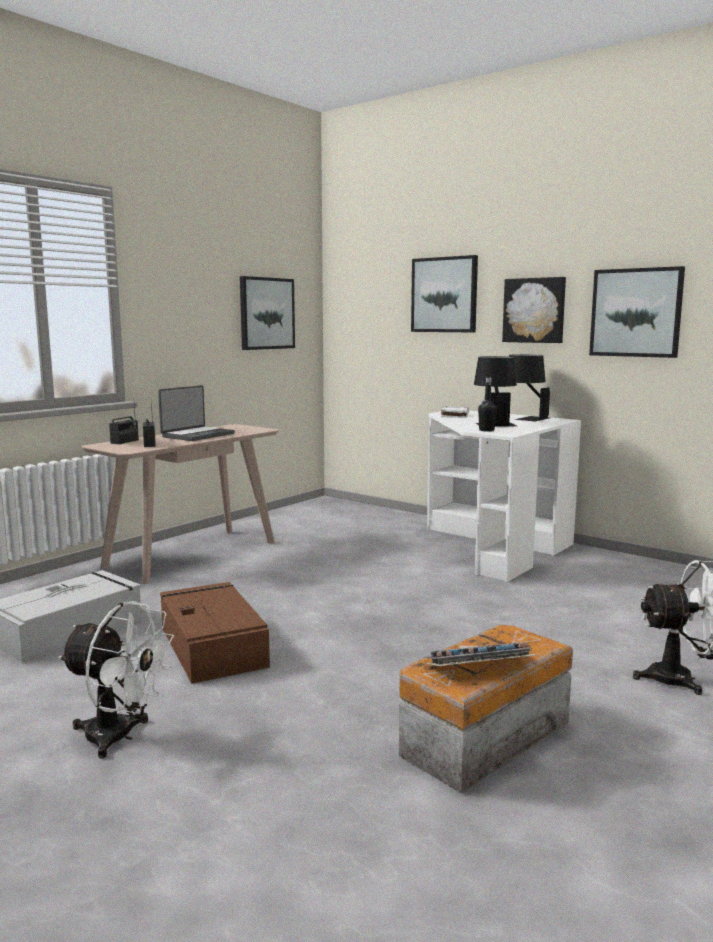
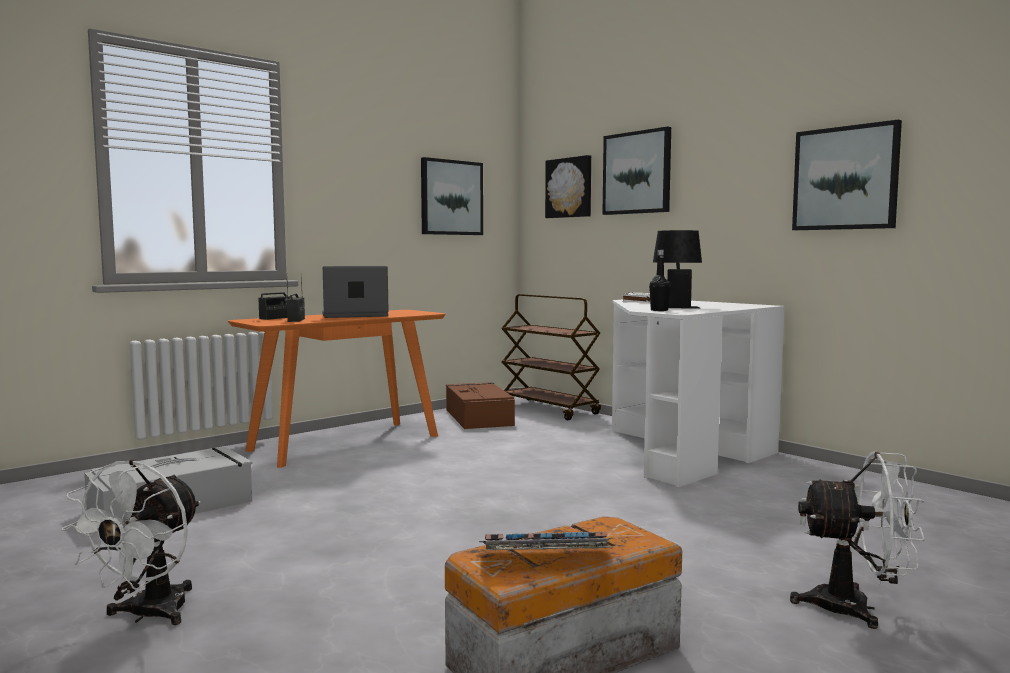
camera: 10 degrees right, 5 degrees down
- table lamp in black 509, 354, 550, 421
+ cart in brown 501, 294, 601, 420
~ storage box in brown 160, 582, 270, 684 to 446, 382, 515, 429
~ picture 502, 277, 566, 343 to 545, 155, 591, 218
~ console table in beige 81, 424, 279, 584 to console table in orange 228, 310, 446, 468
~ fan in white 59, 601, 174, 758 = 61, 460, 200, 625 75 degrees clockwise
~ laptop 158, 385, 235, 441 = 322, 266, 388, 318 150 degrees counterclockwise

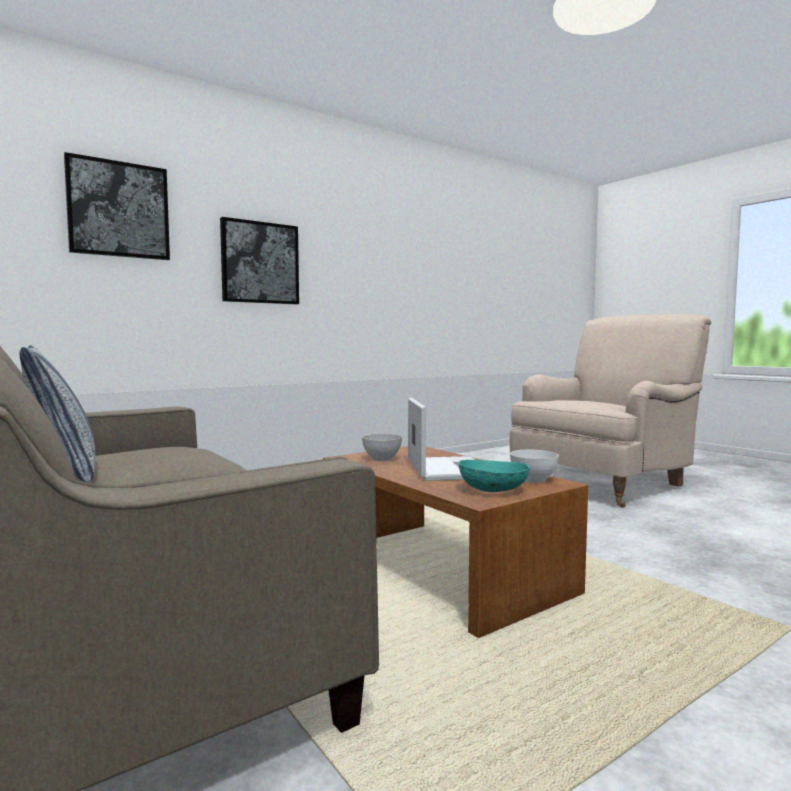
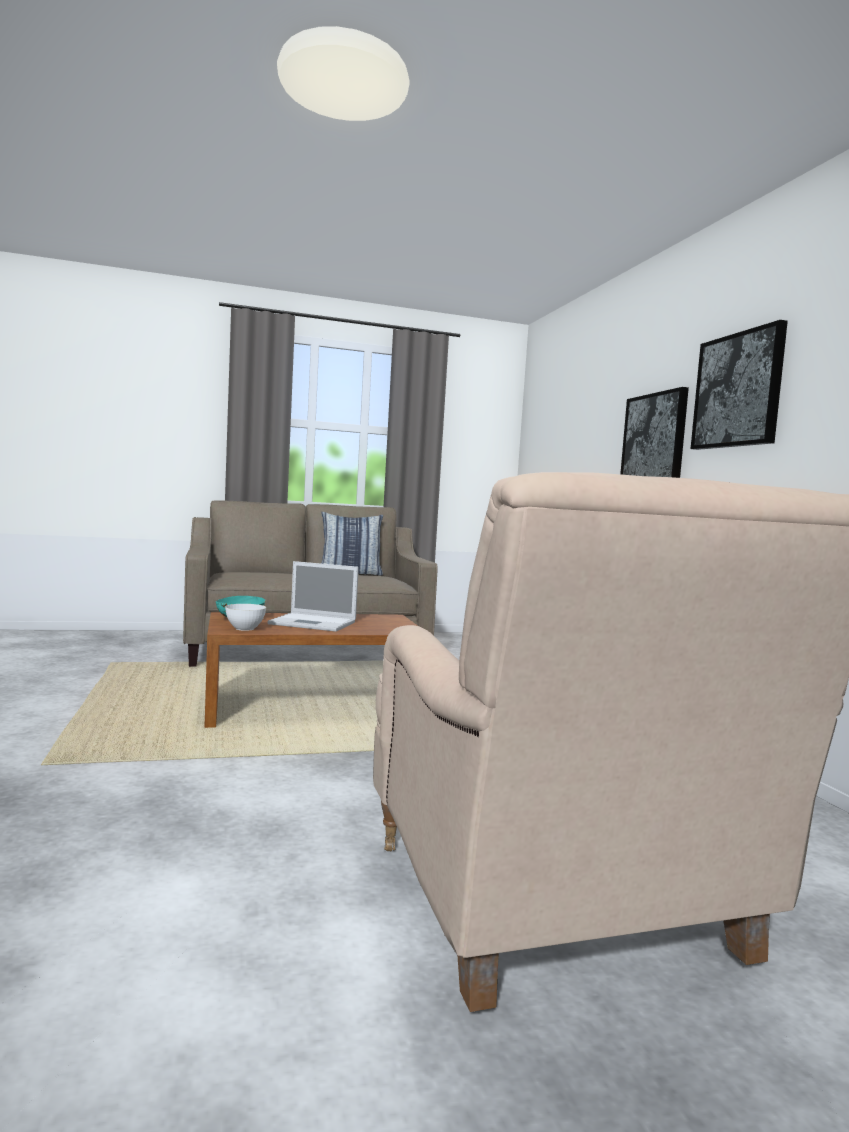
camera: 110 degrees right, 0 degrees up
- bowl in grey 362, 434, 402, 461
~ picture 64, 152, 170, 260 to 691, 320, 788, 450

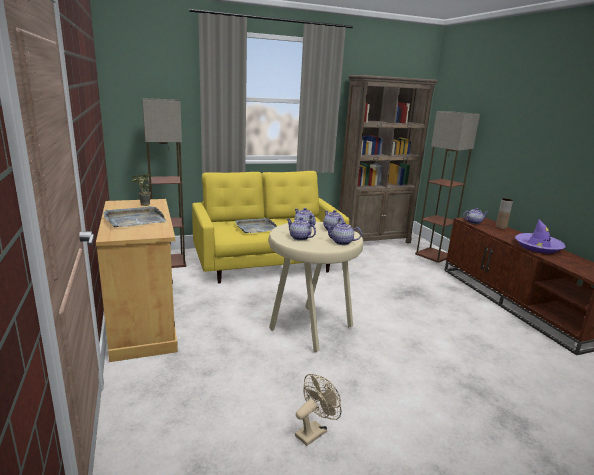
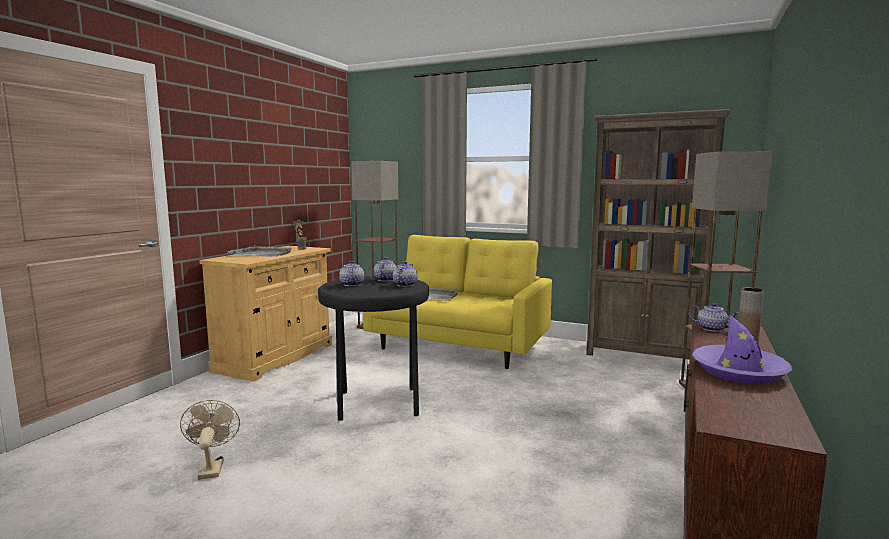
camera: 45 degrees right, 10 degrees down
- teapot 325, 221, 362, 245
~ stool in beige 269, 222, 363, 352 to stool in black 318, 276, 429, 421
~ fan in beige 295, 374, 341, 446 = 180, 400, 240, 480 105 degrees counterclockwise

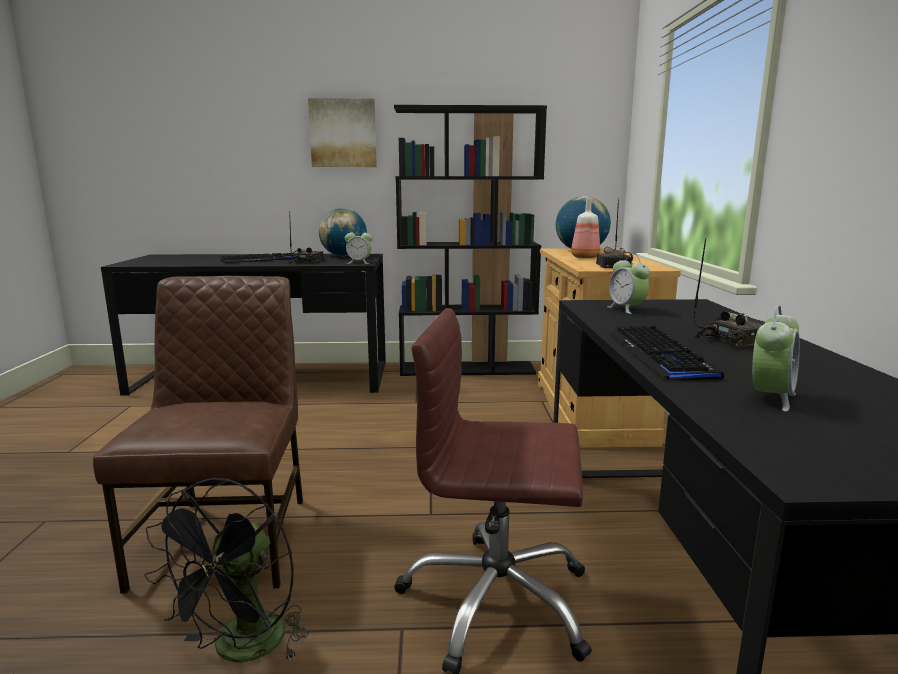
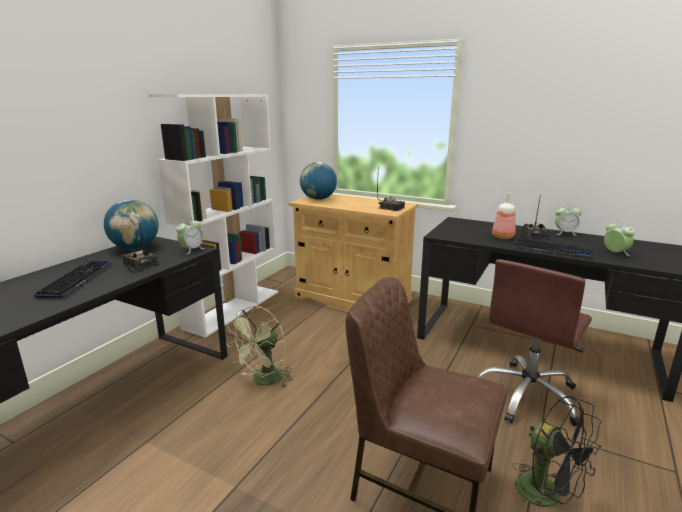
camera: 60 degrees left, 5 degrees up
- picture 308, 98, 377, 167
+ fan in green 226, 306, 293, 388
~ bottle 571, 198, 600, 258 to 492, 192, 516, 239
~ alarm clock 607, 254, 650, 314 to 555, 204, 582, 236
~ bookcase in black 394, 105, 547, 376 to bookcase in white 149, 94, 278, 338

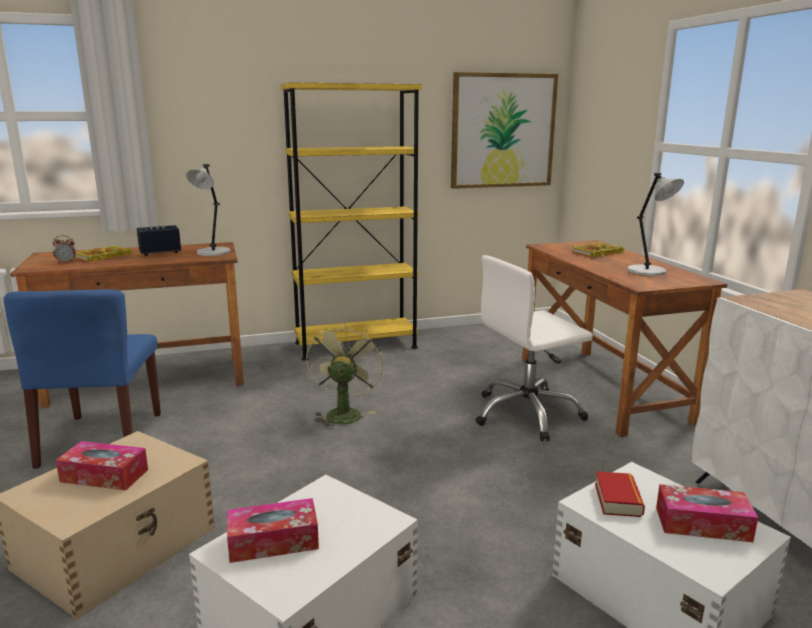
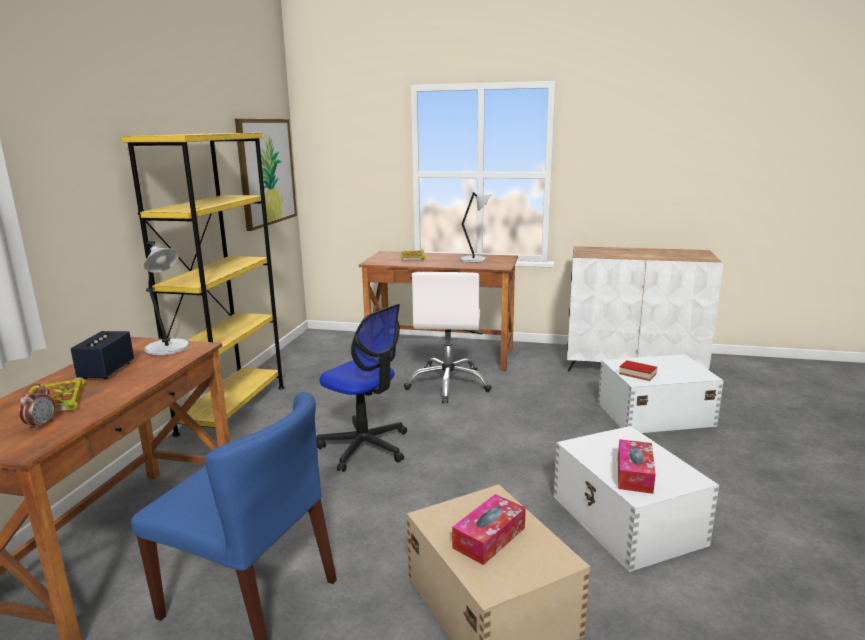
camera: 60 degrees left, 0 degrees up
- tissue box 656, 484, 758, 542
~ fan in green 306, 323, 383, 429 to office chair 316, 304, 407, 472

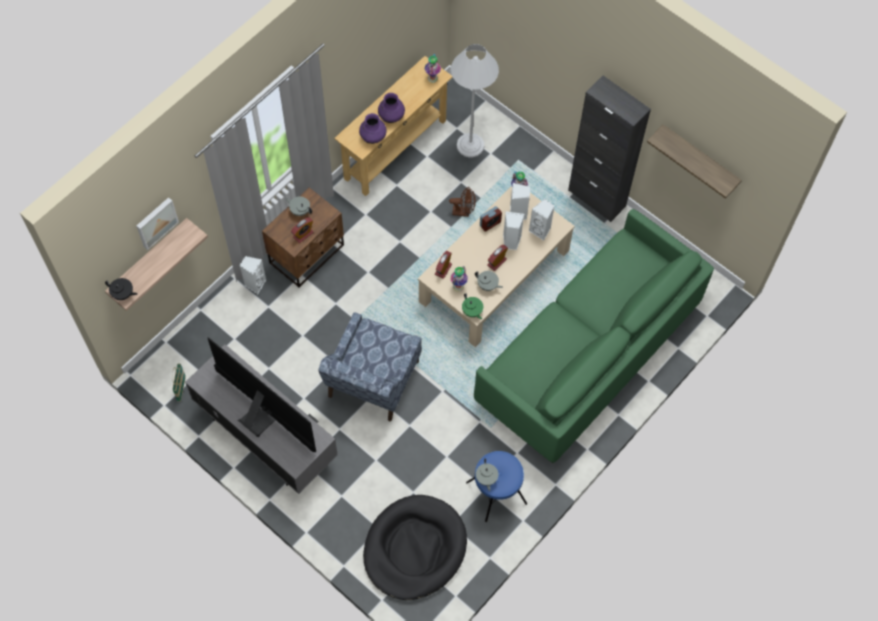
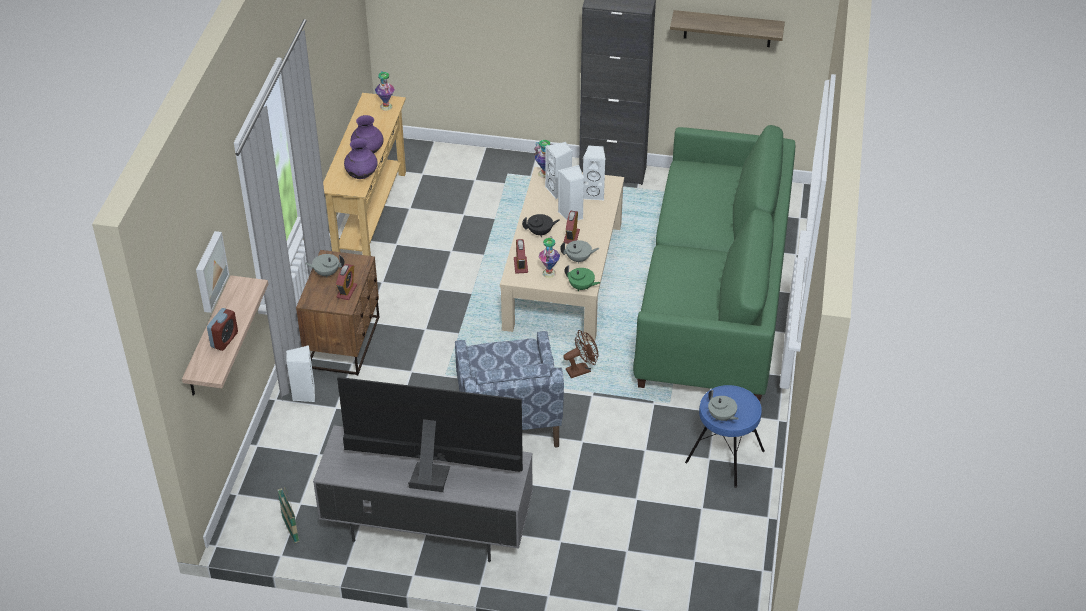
camera: 30 degrees left, 20 degrees down
- dog bed in black 363, 495, 467, 600
- floor lamp in white 451, 44, 499, 157
~ teapot in black 105, 278, 138, 300 to 522, 214, 559, 237
~ fan in brown 449, 187, 476, 217 to 563, 330, 599, 378
~ alarm clock 480, 206, 502, 232 to 207, 308, 238, 351

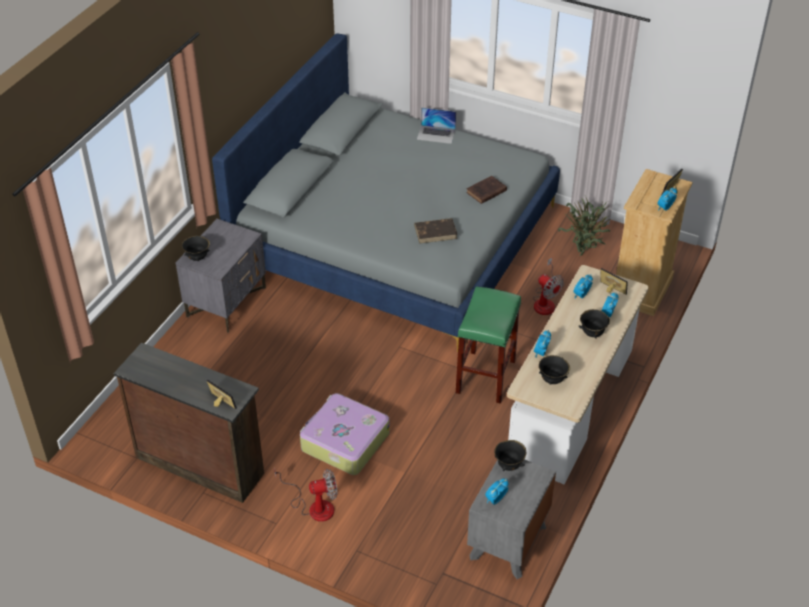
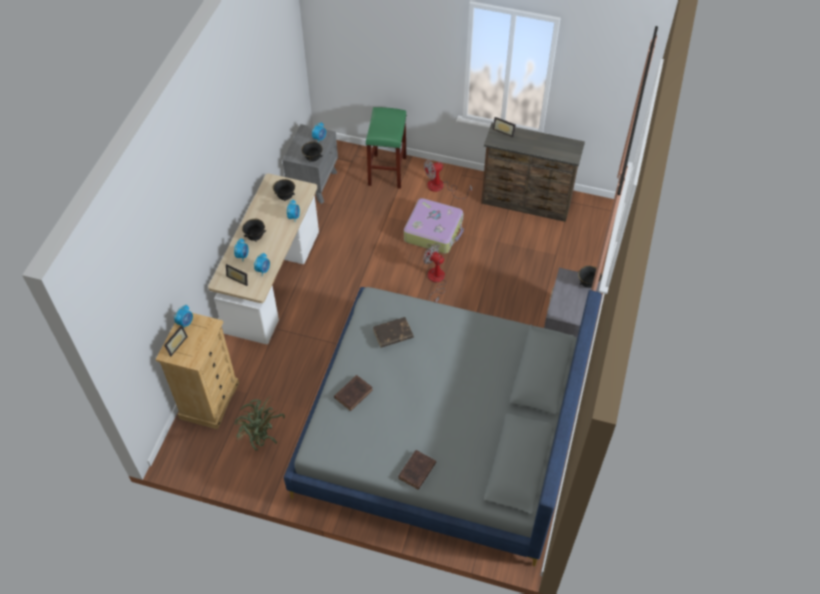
camera: 170 degrees right, 10 degrees up
~ stool in green 456, 286, 521, 404 to 366, 107, 407, 189
~ fan 533, 258, 564, 315 to 423, 245, 446, 303
~ laptop 417, 107, 456, 144 to book in brown 398, 450, 436, 490

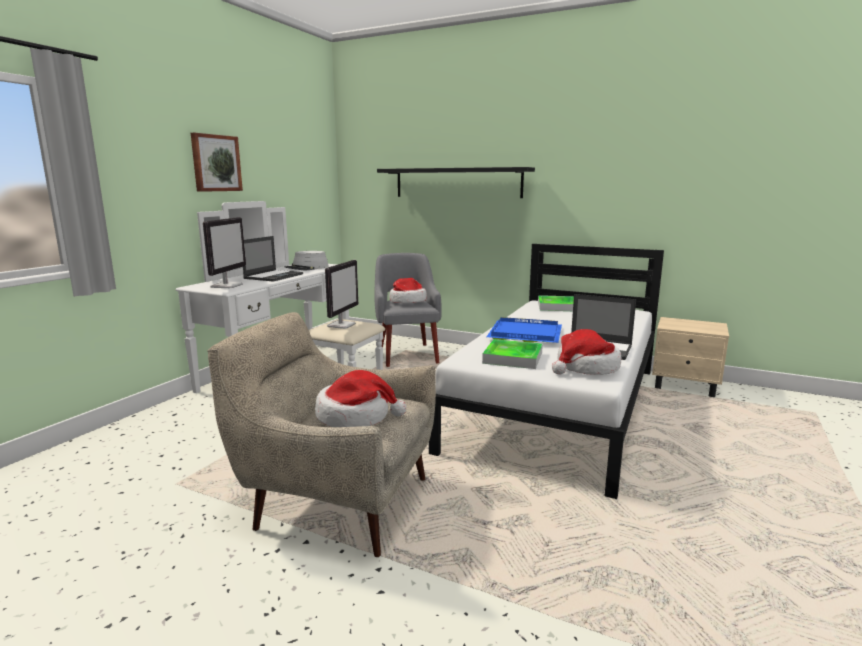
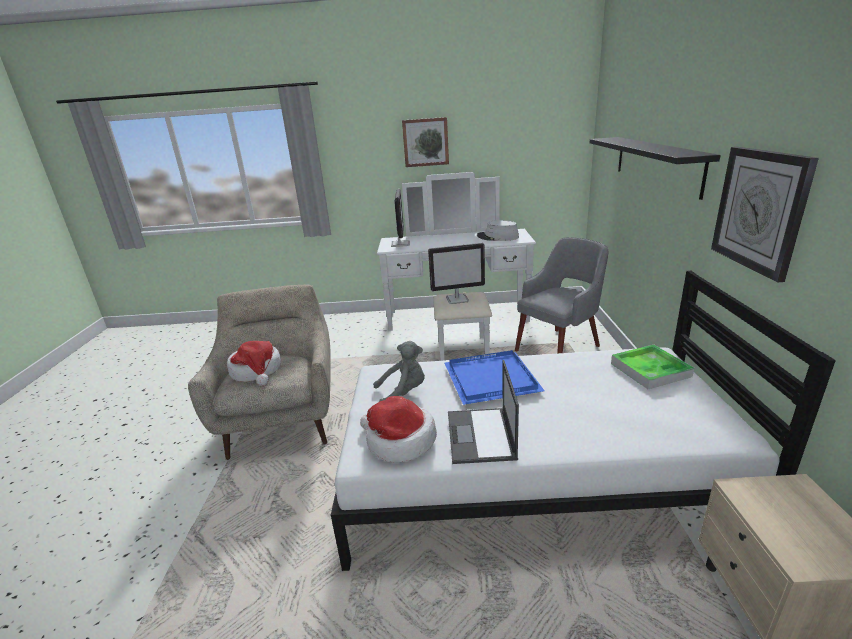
camera: 65 degrees right, 10 degrees up
- laptop 243, 236, 303, 282
- hat 389, 278, 427, 303
+ wall clock 711, 147, 819, 282
~ tray 482, 339, 543, 369 to plush toy in grey 373, 341, 425, 402
~ monitor 203, 217, 246, 288 = 391, 189, 409, 247 75 degrees counterclockwise

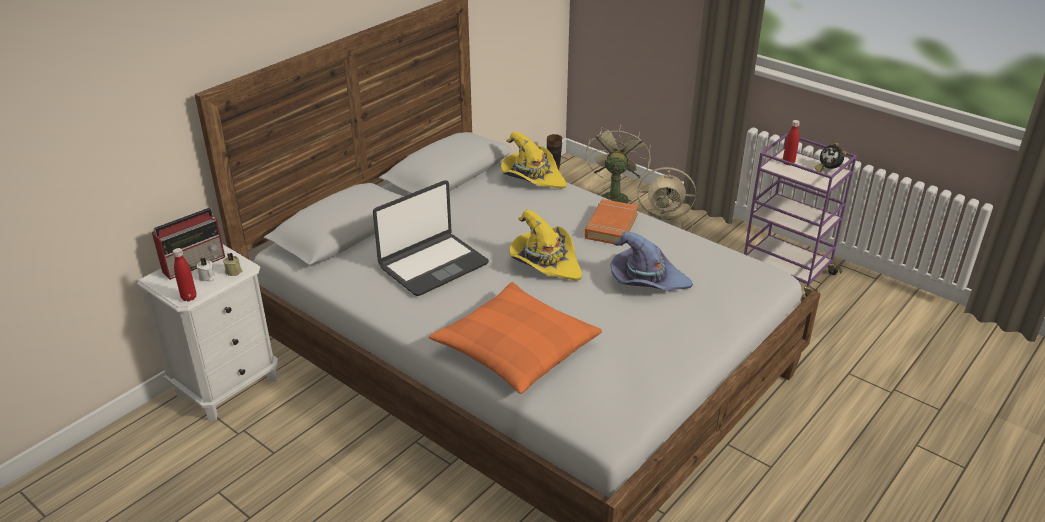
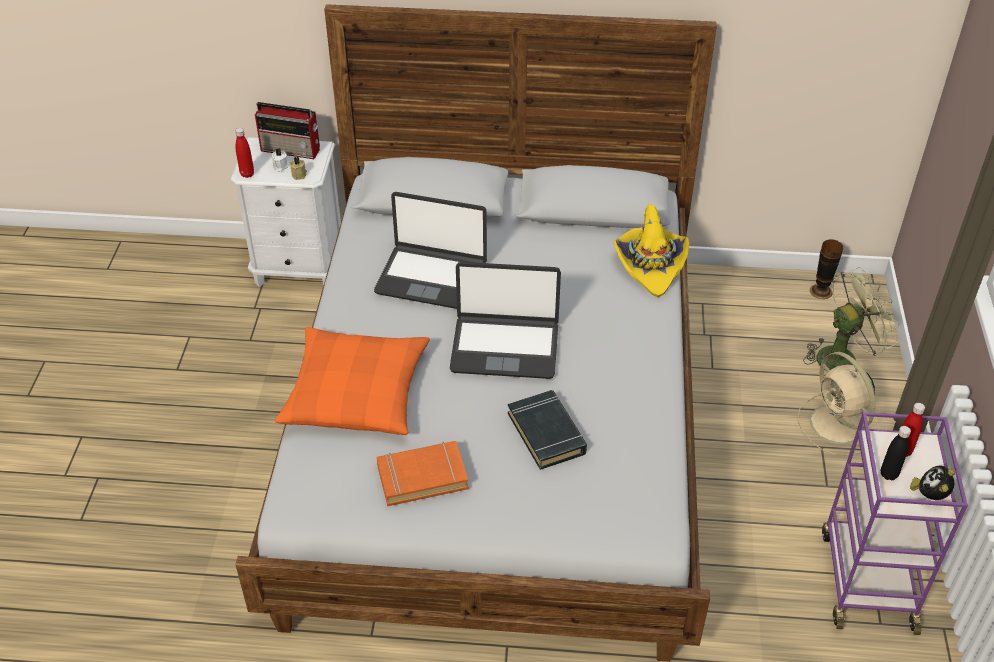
camera: 55 degrees right, 10 degrees up
+ bottle in black 881, 426, 911, 481
~ book in orange 585, 199, 638, 246 to 377, 441, 469, 506
~ hat in yellow 510, 210, 582, 281 to laptop 450, 262, 561, 379
~ hat in purple 611, 232, 693, 291 to book in black 508, 390, 587, 470

